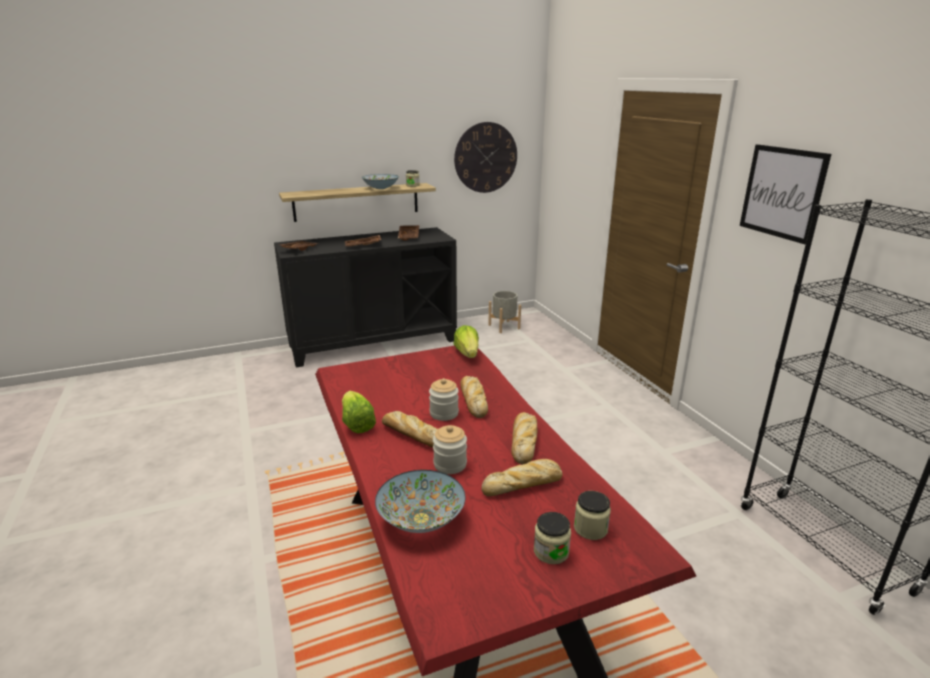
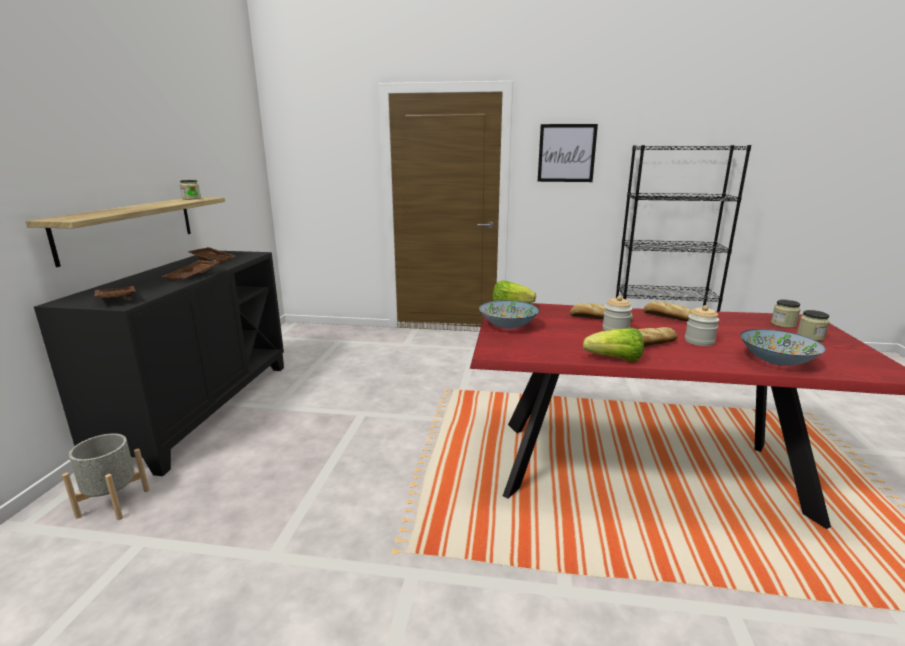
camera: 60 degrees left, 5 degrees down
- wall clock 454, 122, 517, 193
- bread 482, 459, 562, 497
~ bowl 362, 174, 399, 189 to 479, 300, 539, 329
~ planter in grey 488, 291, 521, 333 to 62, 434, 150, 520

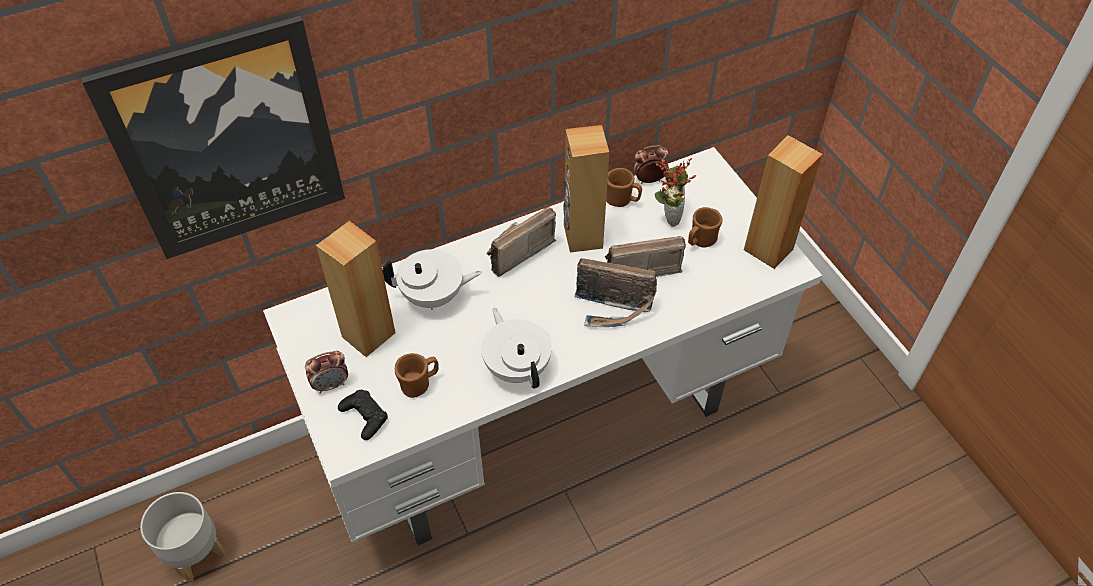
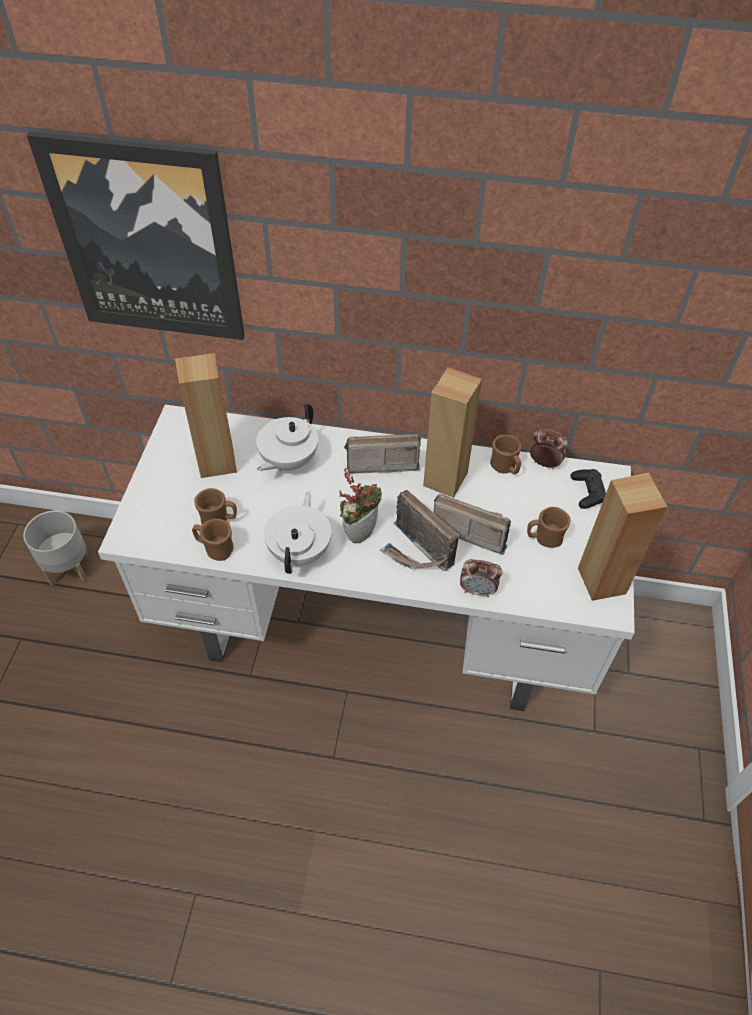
camera: 35 degrees right, 0 degrees up
+ mug in brown 192, 519, 234, 561
~ alarm clock 305, 351, 348, 394 to 460, 559, 502, 597
~ game controller in black 338, 390, 388, 440 to 571, 469, 606, 509
~ potted plant 655, 157, 696, 227 to 339, 468, 382, 544
~ teapot in white 382, 249, 482, 310 = 256, 403, 318, 471 90 degrees clockwise

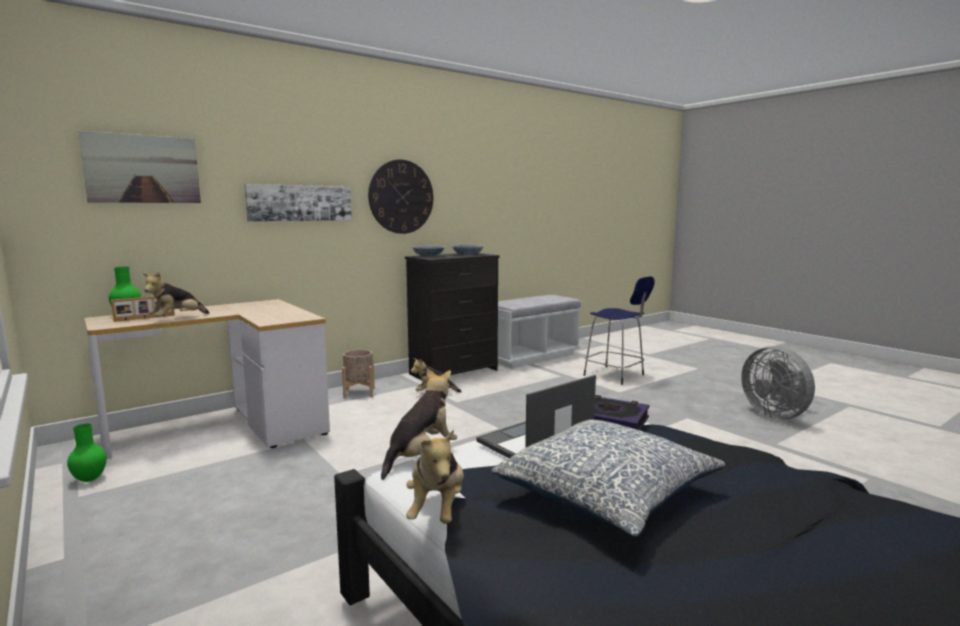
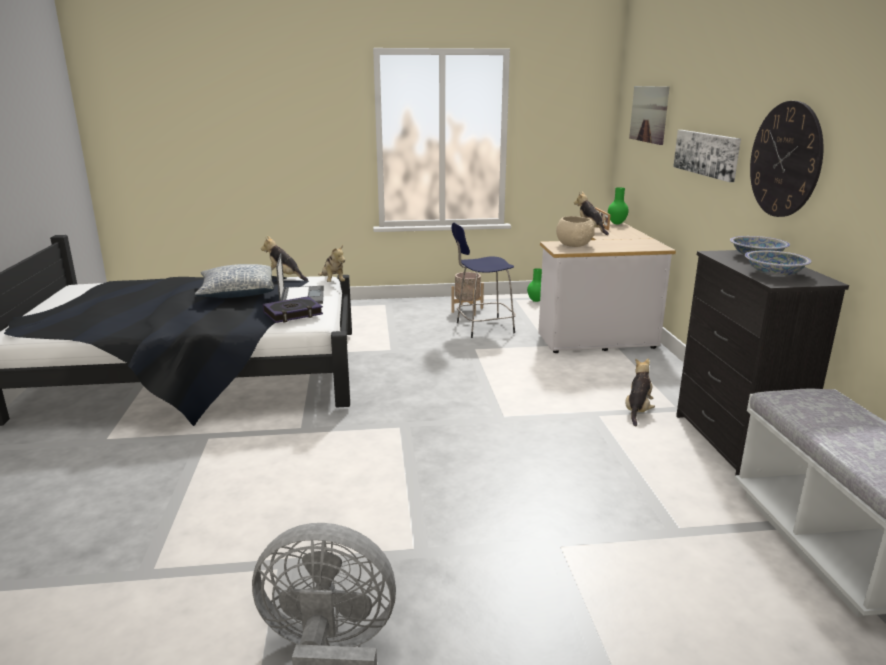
camera: 120 degrees right, 10 degrees up
+ bowl in beige 556, 216, 595, 247
~ planter in beige 342, 350, 375, 398 to 451, 272, 484, 316
~ stool in blue 584, 276, 655, 385 to 452, 223, 516, 338

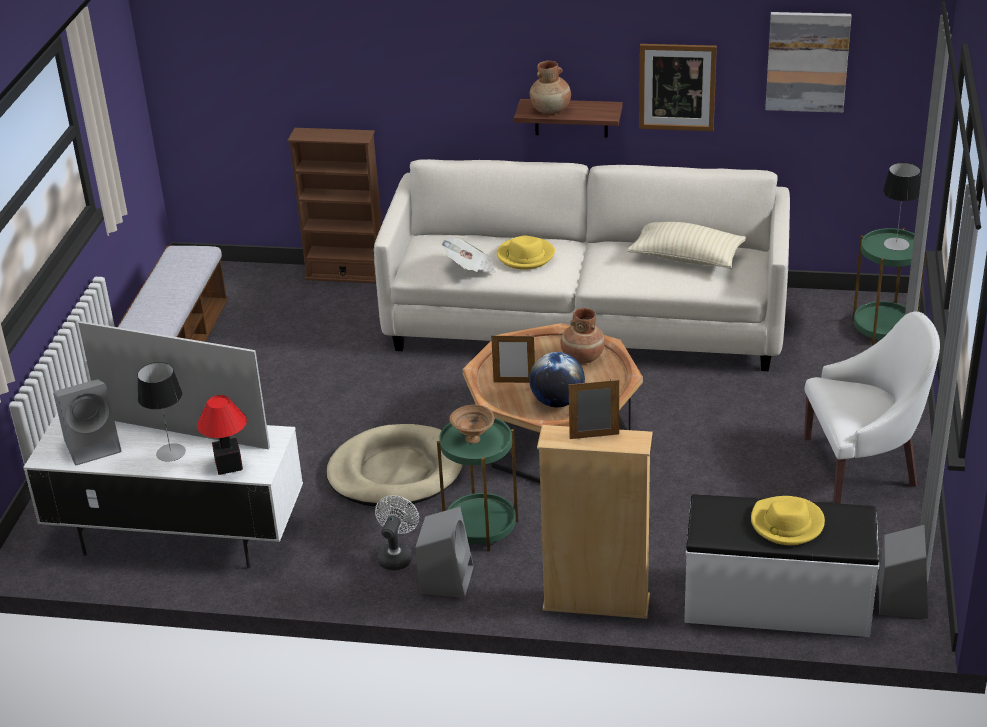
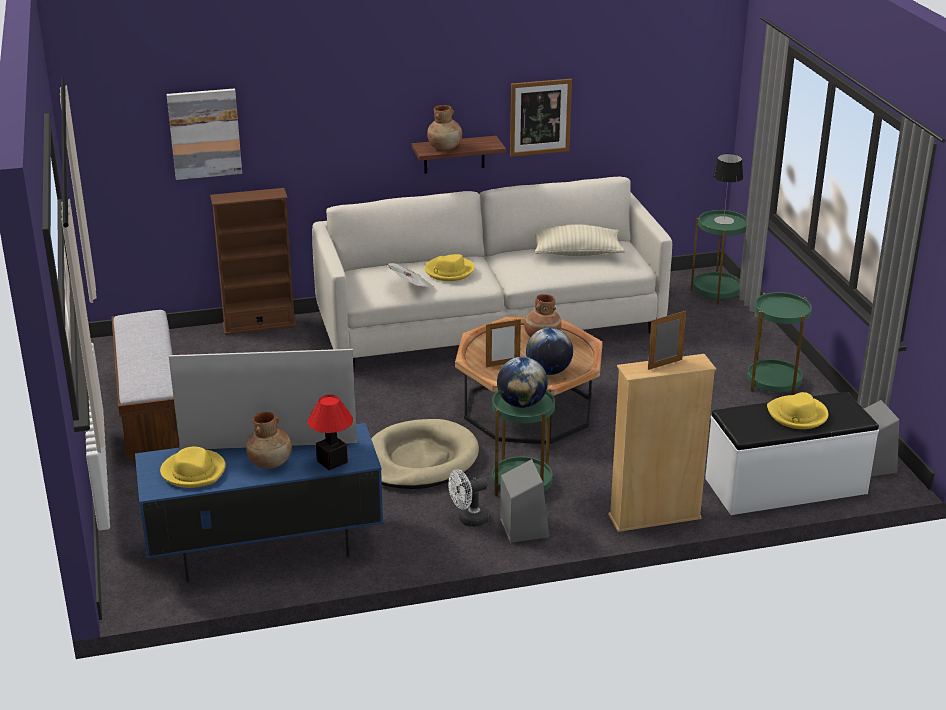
camera: 25 degrees left, 5 degrees down
~ picture 765, 12, 851, 113 to 167, 88, 242, 180
~ speaker in grey 53, 379, 121, 466 to hat in yellow 160, 447, 226, 488
~ table lamp 137, 362, 186, 461 to vase in brown 246, 412, 292, 469
~ bowl in brown 449, 405, 495, 444 to globe 497, 357, 548, 408
~ armchair in white 804, 311, 940, 504 to side table in green 747, 292, 812, 395
~ tv stand in white 23, 412, 303, 568 to tv stand in blue 135, 423, 384, 582
~ fan in white 375, 495, 419, 570 = 448, 469, 490, 527 105 degrees counterclockwise

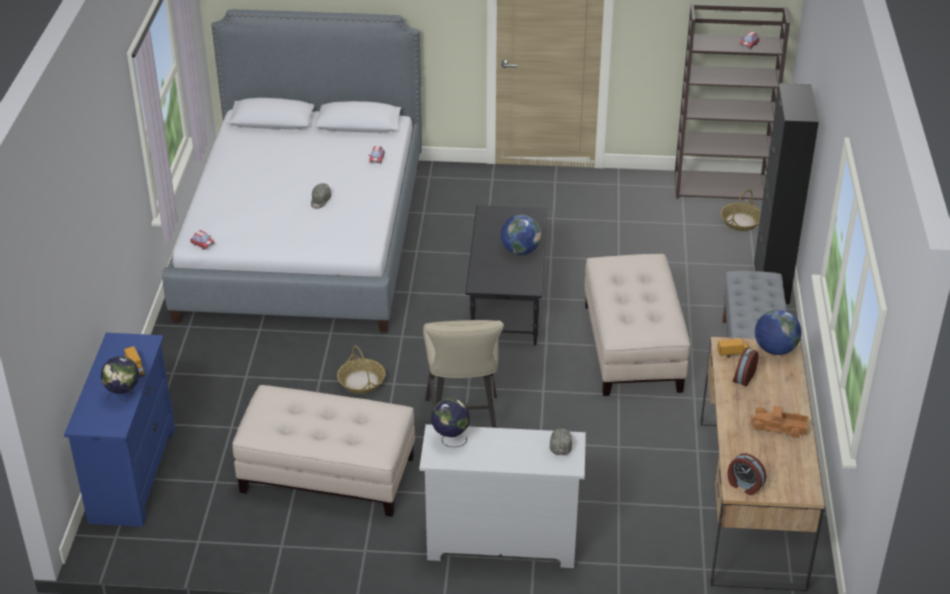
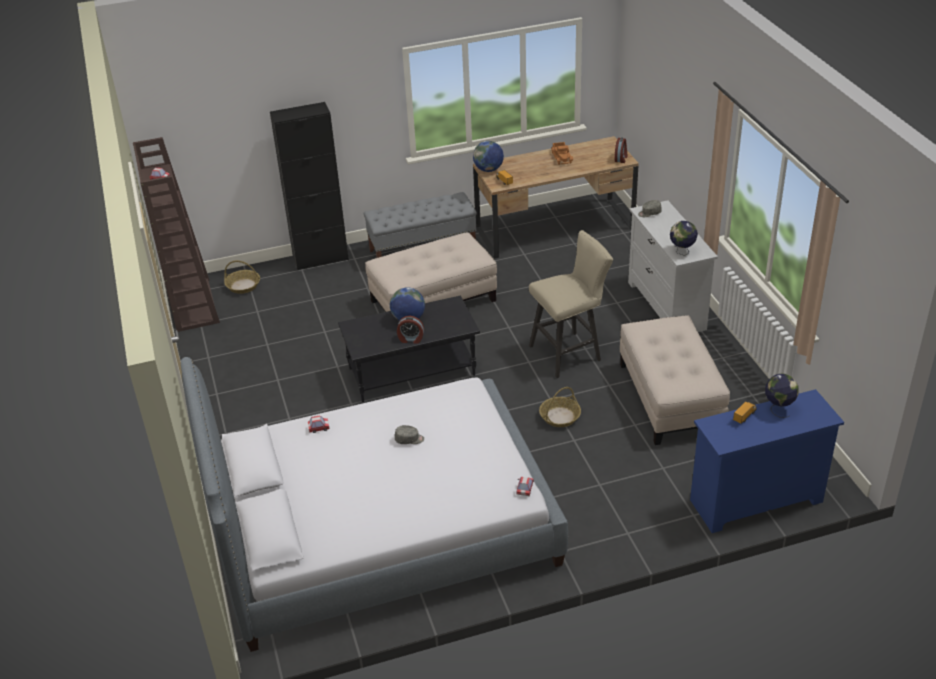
camera: 110 degrees left, 0 degrees up
~ alarm clock 733, 348, 758, 386 to 397, 316, 424, 344

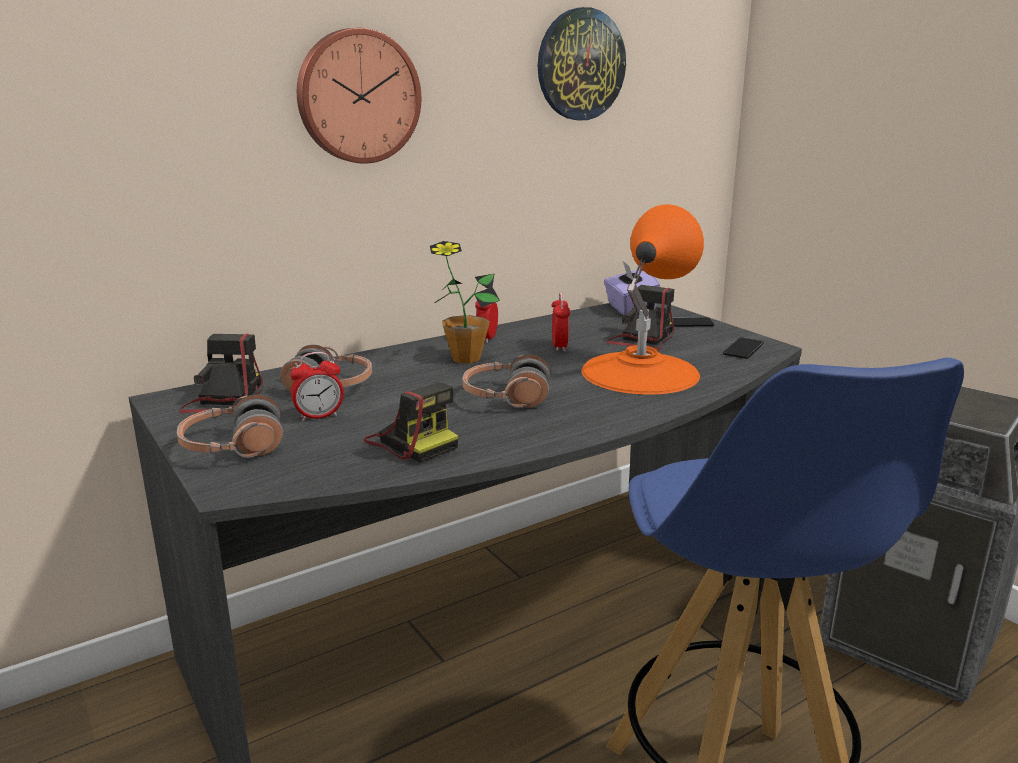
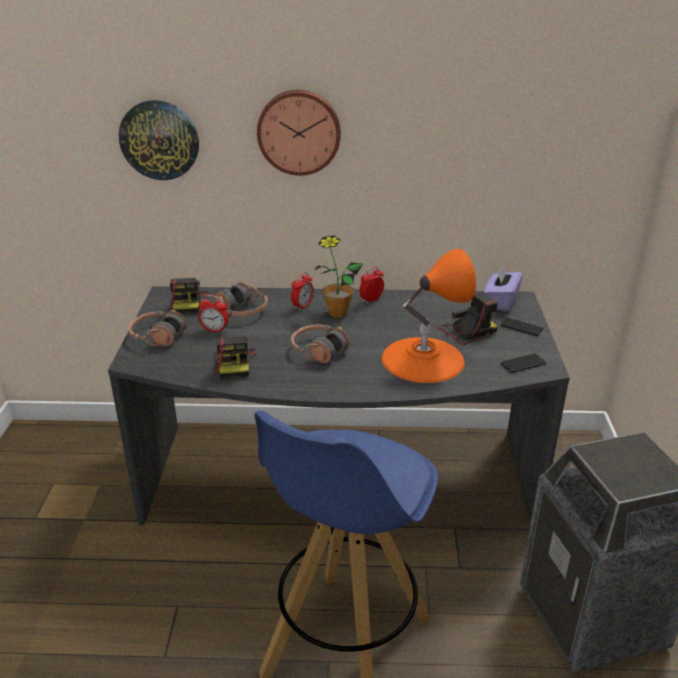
camera: 35 degrees right, 10 degrees up
~ wall clock 538, 7, 626, 121 to 119, 100, 199, 180
~ alarm clock 551, 293, 570, 352 to 291, 271, 314, 311
~ photo camera 179, 334, 263, 413 = 170, 278, 209, 314 135 degrees clockwise

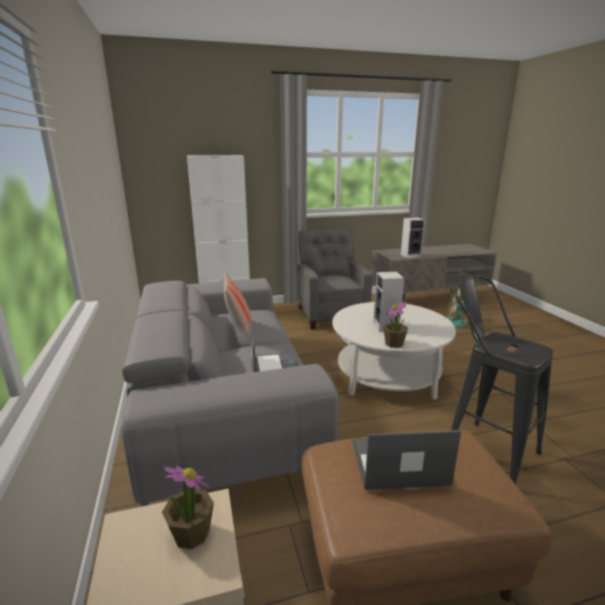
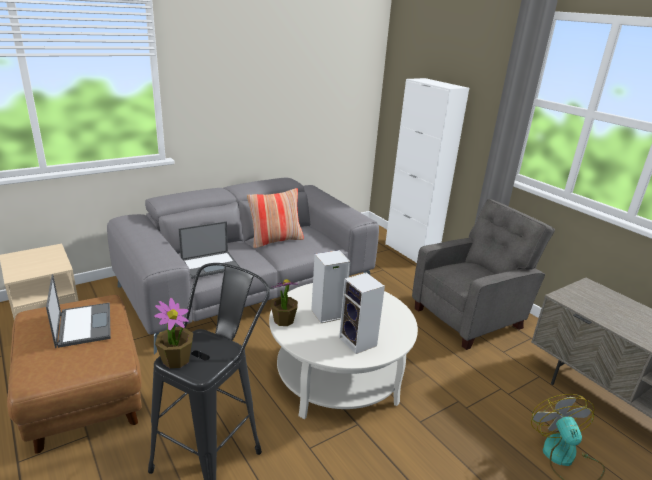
camera: 70 degrees right, 5 degrees up
~ potted plant 162, 466, 214, 549 to 154, 298, 193, 368
~ speaker 401, 217, 425, 258 to 339, 272, 385, 354

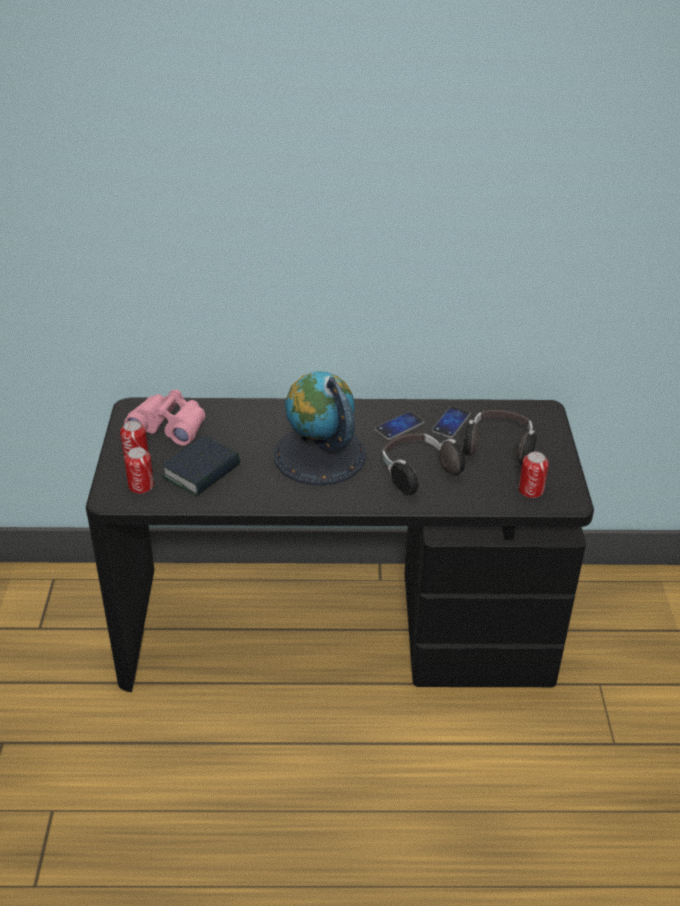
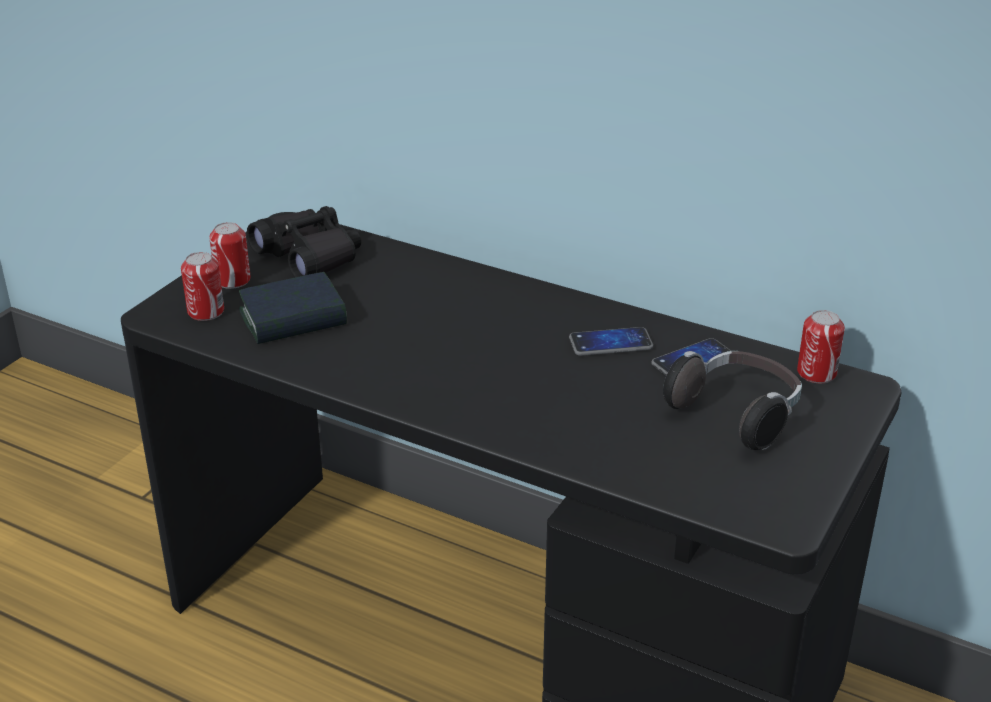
camera: 30 degrees right, 5 degrees down
- globe 273, 371, 367, 485
- headphones 382, 433, 466, 495
~ can 519, 452, 549, 498 to 797, 310, 845, 383
~ binoculars in pink 124, 389, 206, 446 to binoculars in black 247, 206, 361, 277

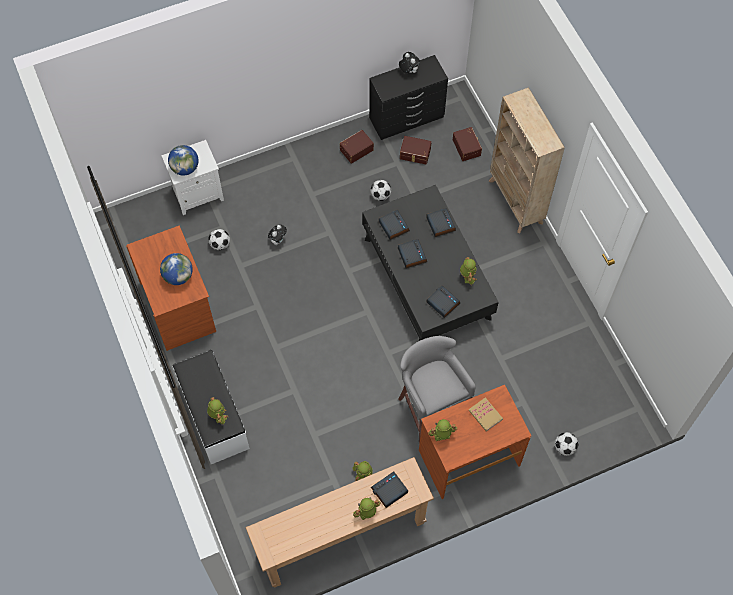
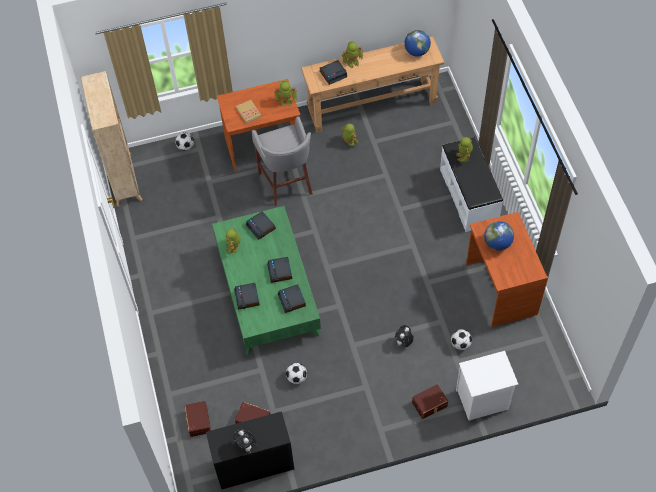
camera: 170 degrees left, 5 degrees down
~ globe 168, 145, 198, 175 to 404, 30, 431, 56
~ storage box in brown 340, 130, 374, 164 to 412, 384, 448, 419
~ bookcase in beige 489, 87, 565, 233 to 81, 71, 142, 207
~ coffee table in black 362, 185, 499, 341 to coffee table in green 212, 206, 321, 355

